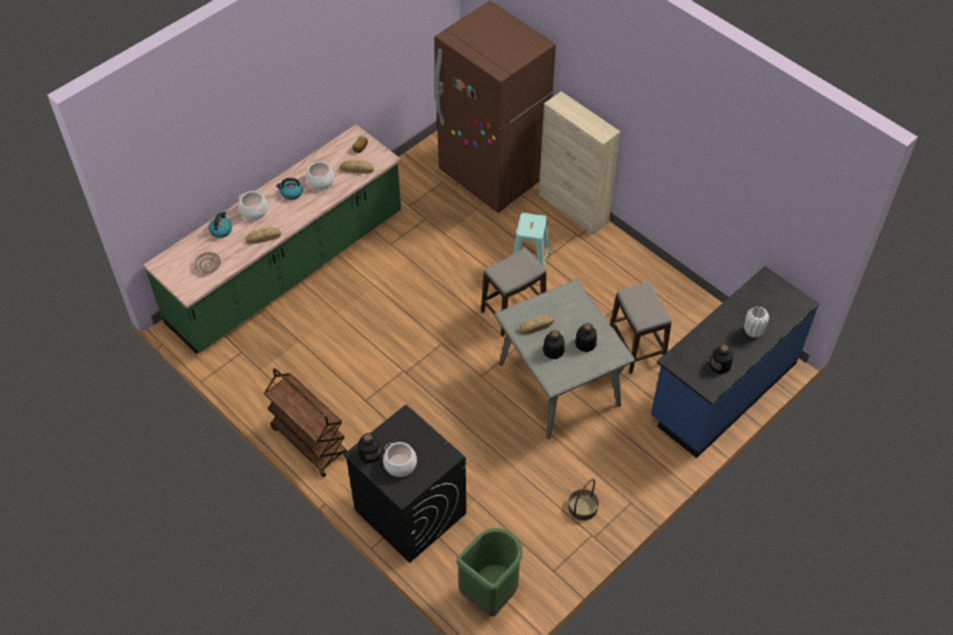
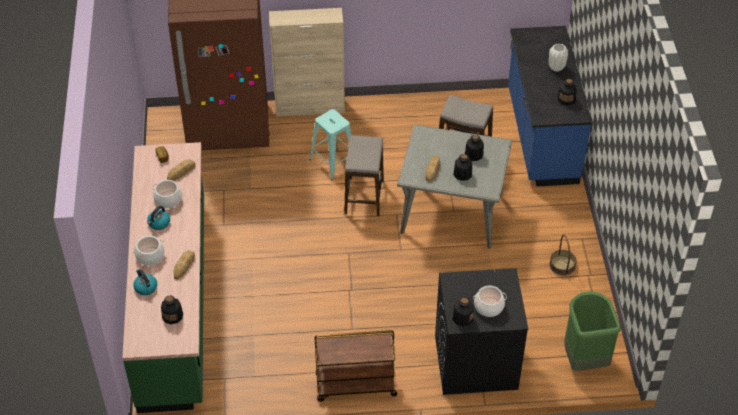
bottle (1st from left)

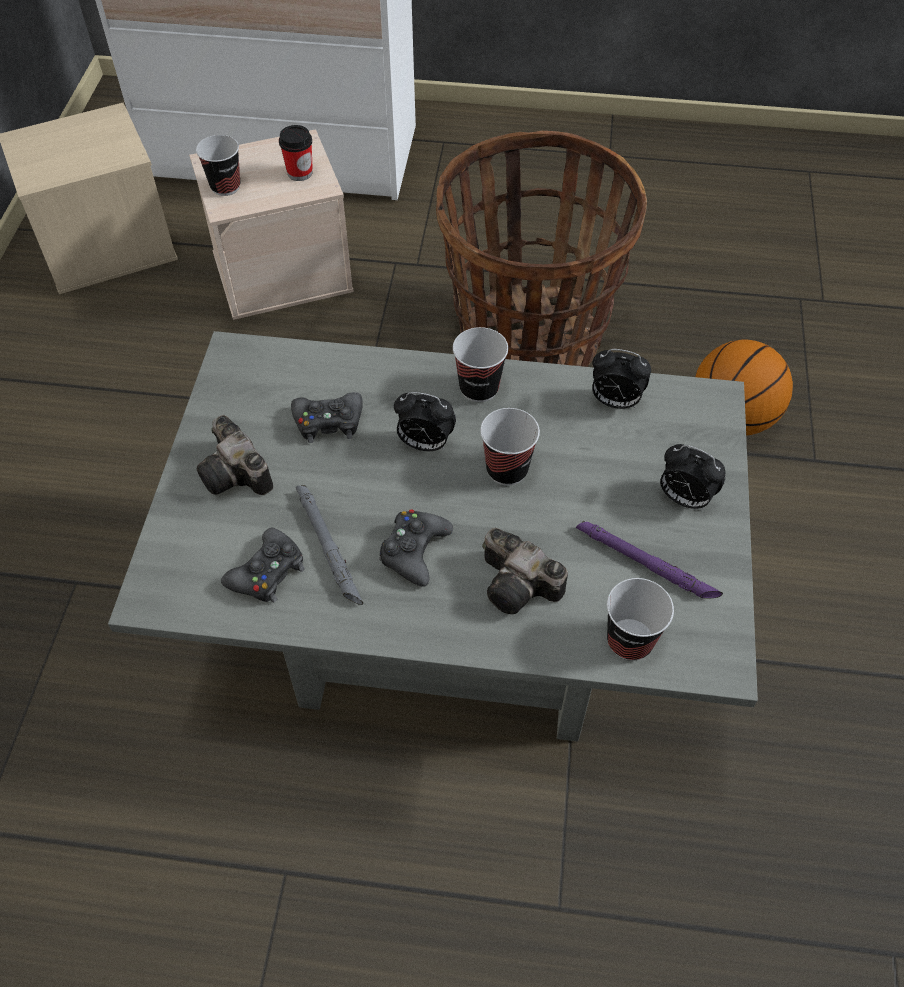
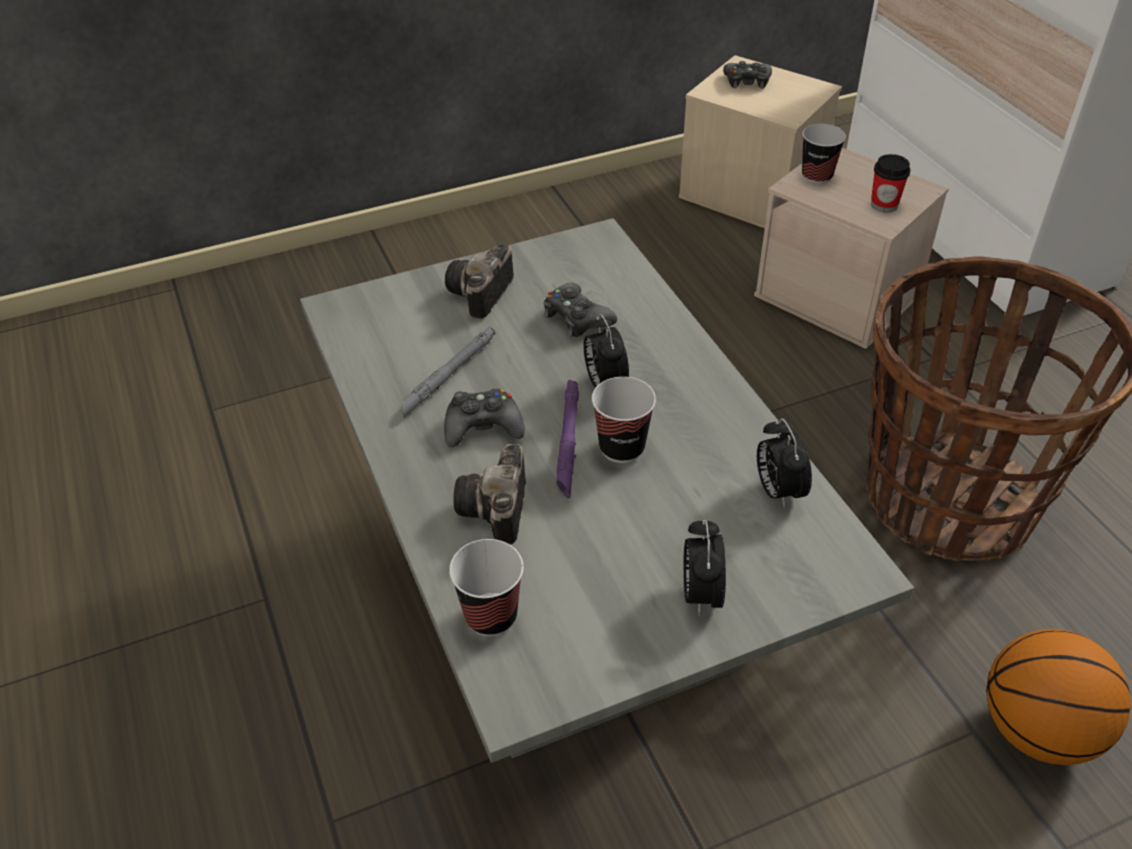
drinking_cup (3rd from left in the first image); black-coloured_gamepad (3rd from left); purplish_flashlight

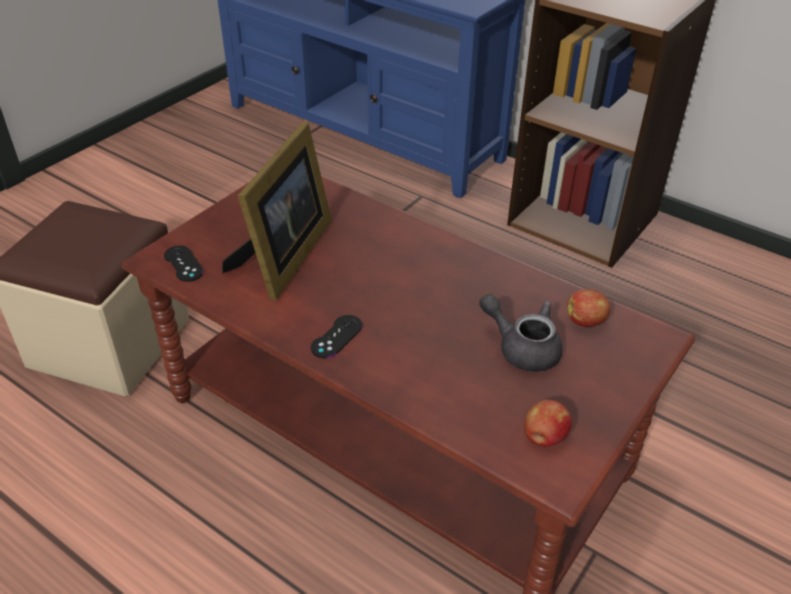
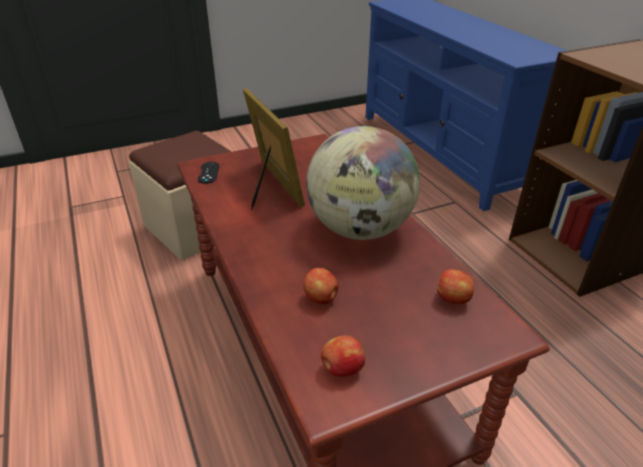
black-coloured_gamepad (2nd from left in the first image); greyish_teapot; apple (1st from left); world_globe; photo_frame

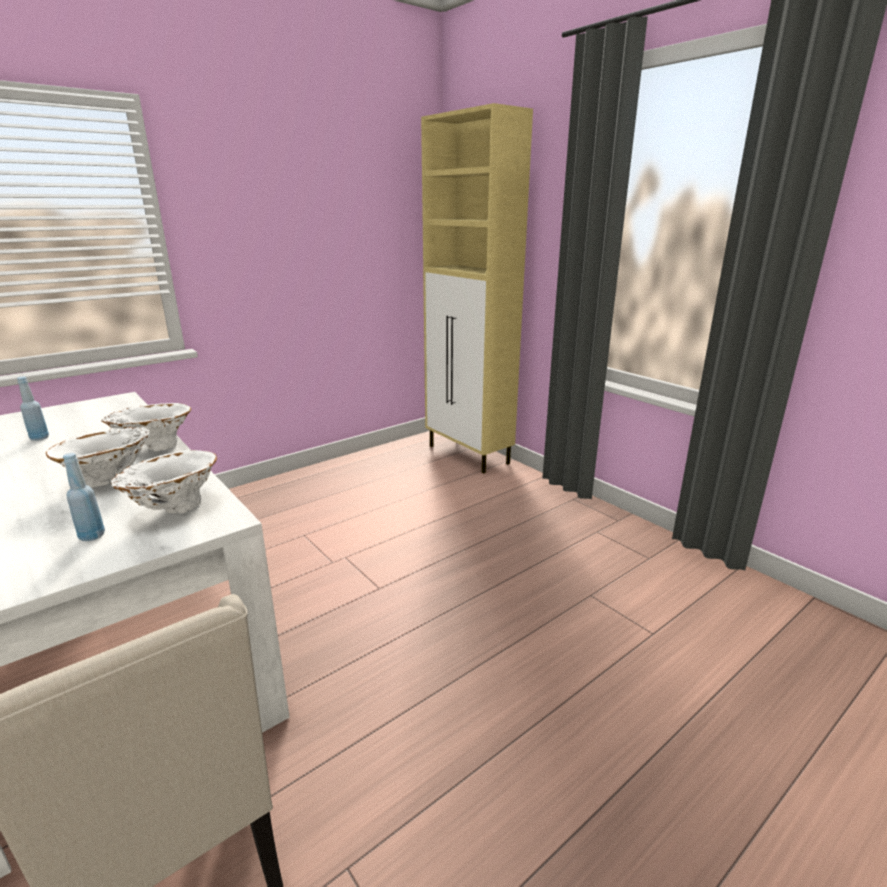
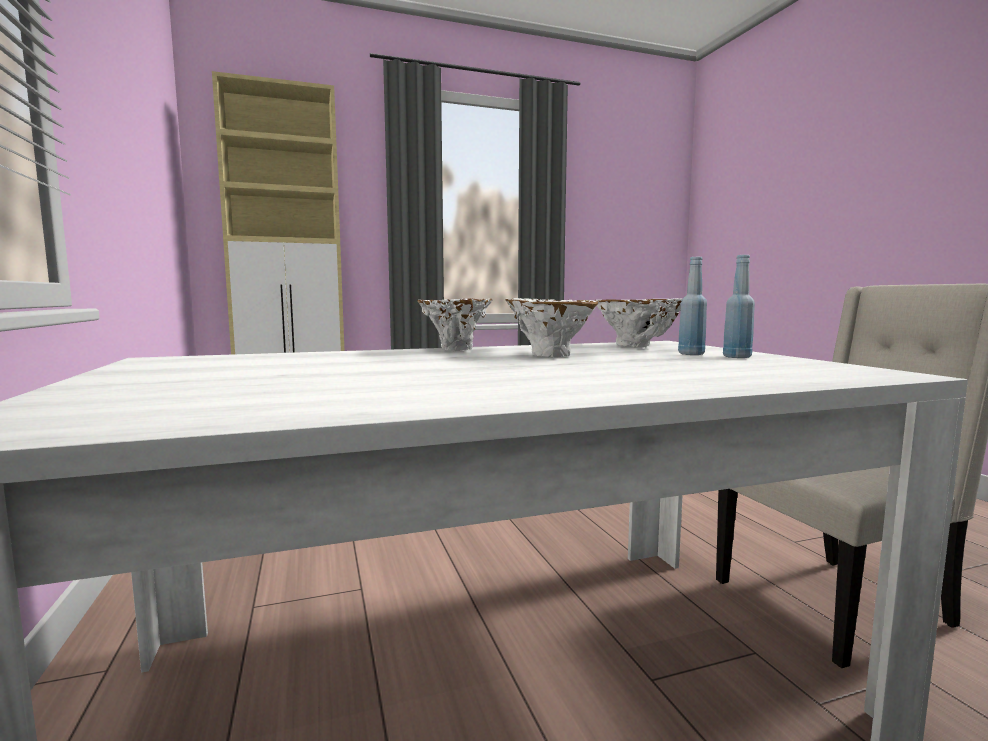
bluish_bottle (2nd from left)

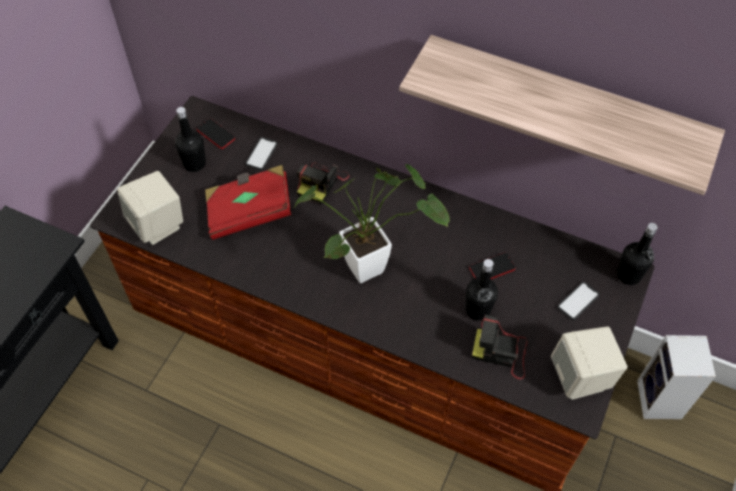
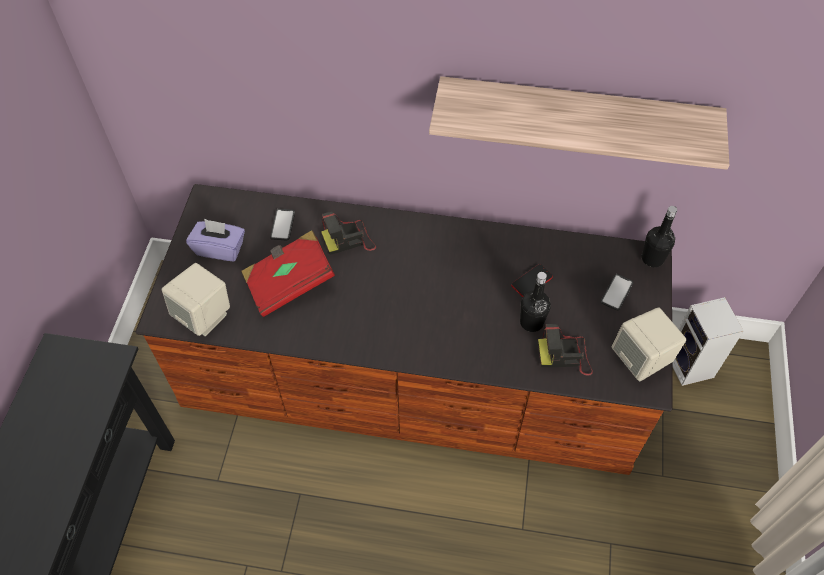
handset (1st from left in the first image); plant_in_a_pot; purplish_tissue_box; photo_camera (1st from left)

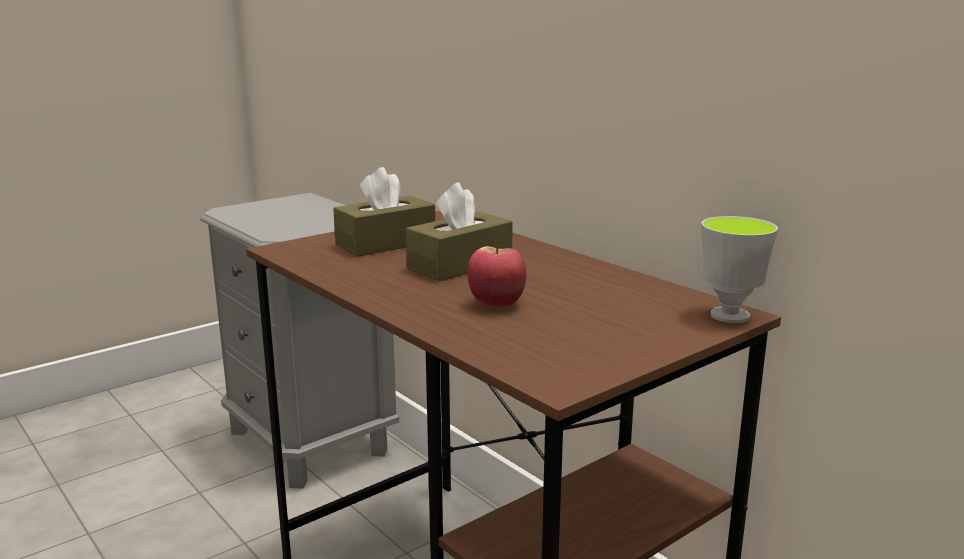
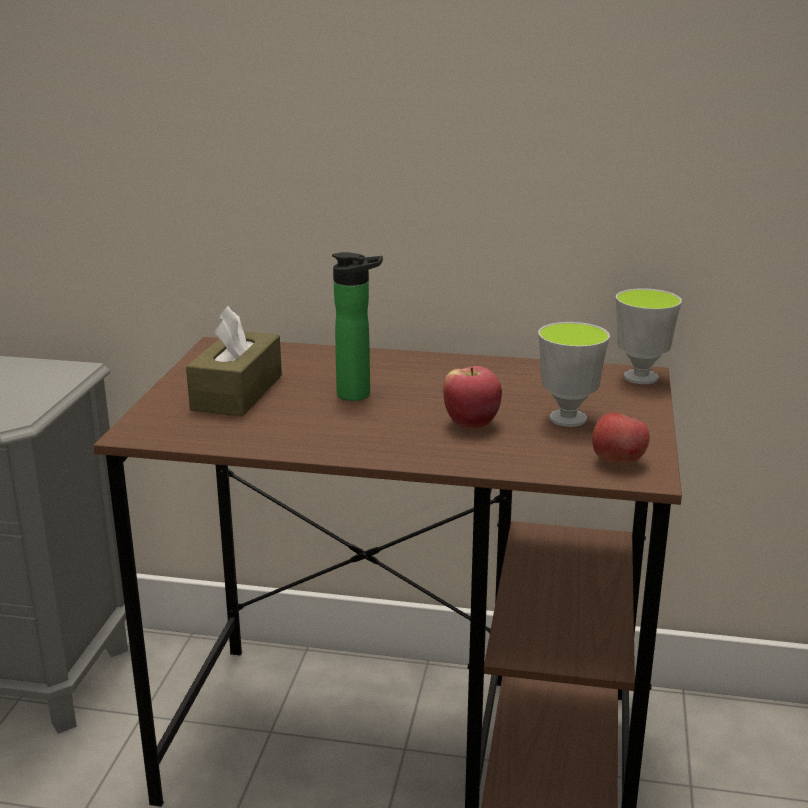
drinking_cup (1st from left); apple (2nd from left); bottle

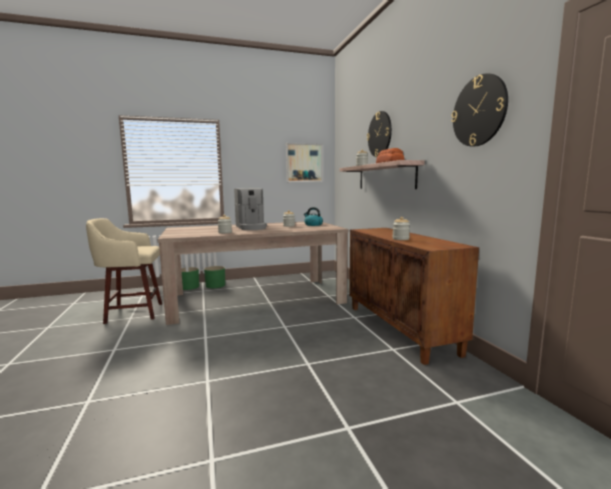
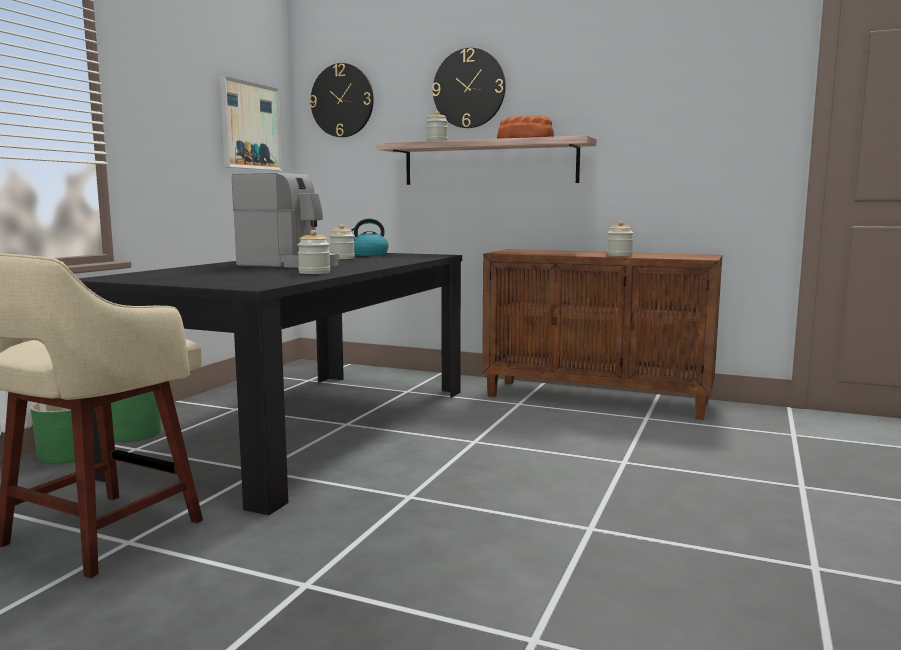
hanging_clock (1st from left); black-coloured_dinner_table

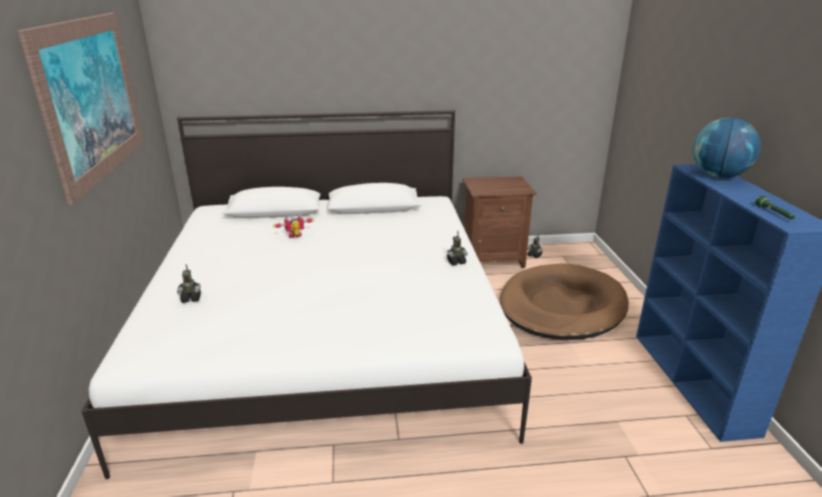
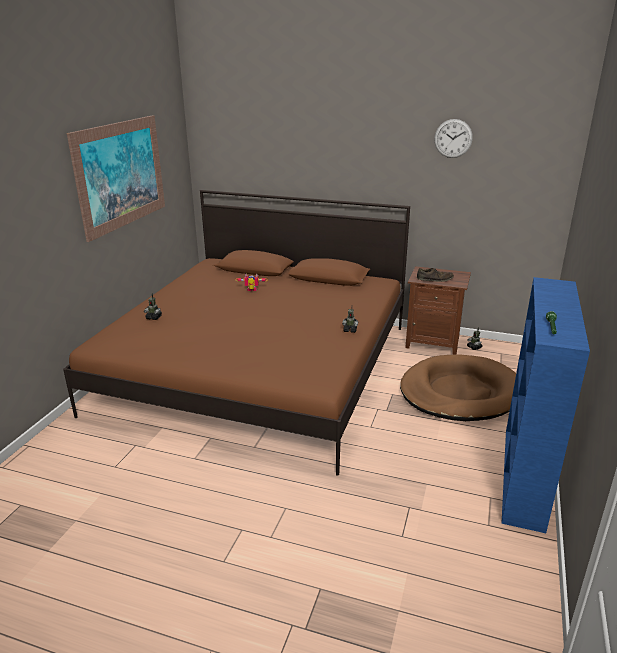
world_globe; brown-coloured_shoe; hanging_clock; brown-coloured_sleeping_bed

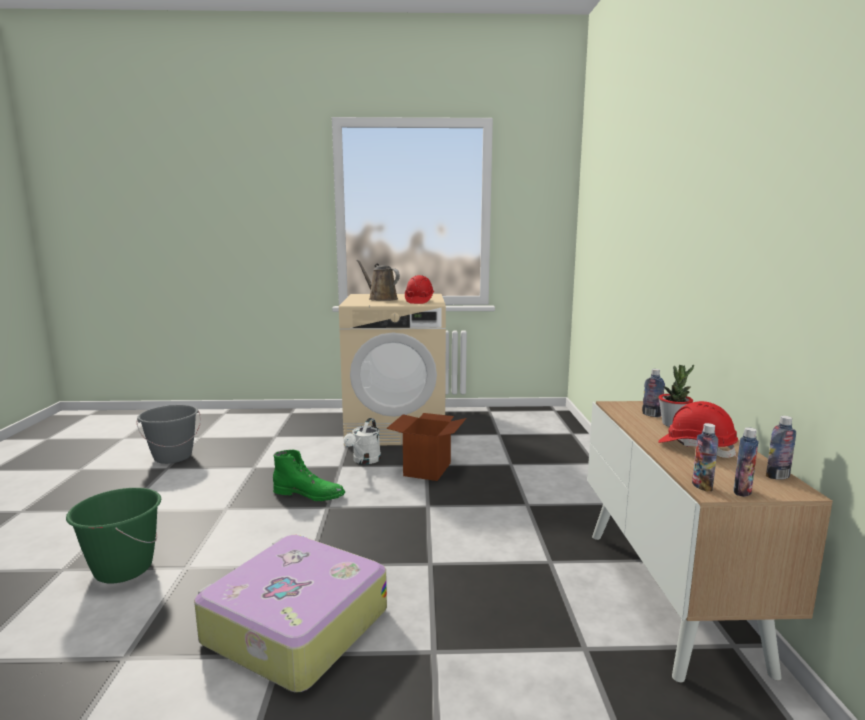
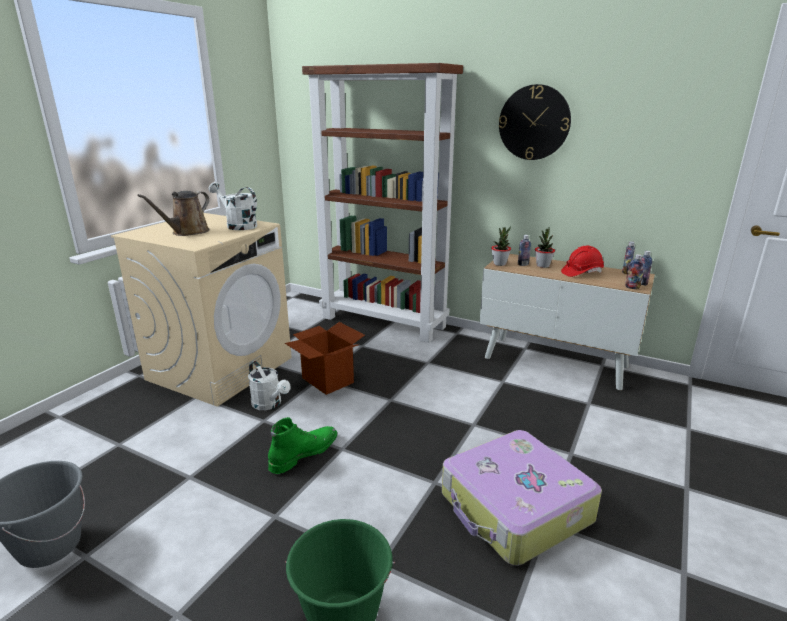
brown-coloured_bookcase; plant_in_a_pot (1st from left); hanging_clock; whitish_watering_can (1st from left); brown-coloured_watering_can

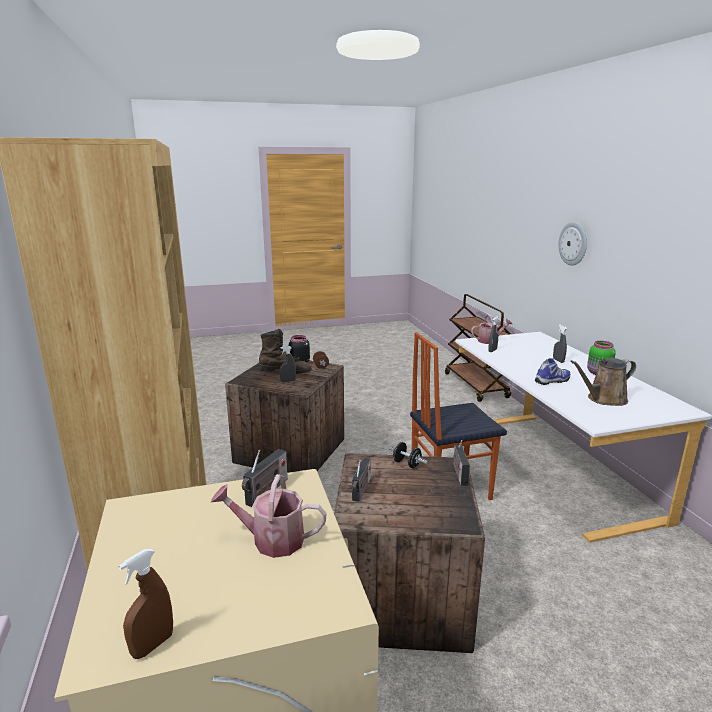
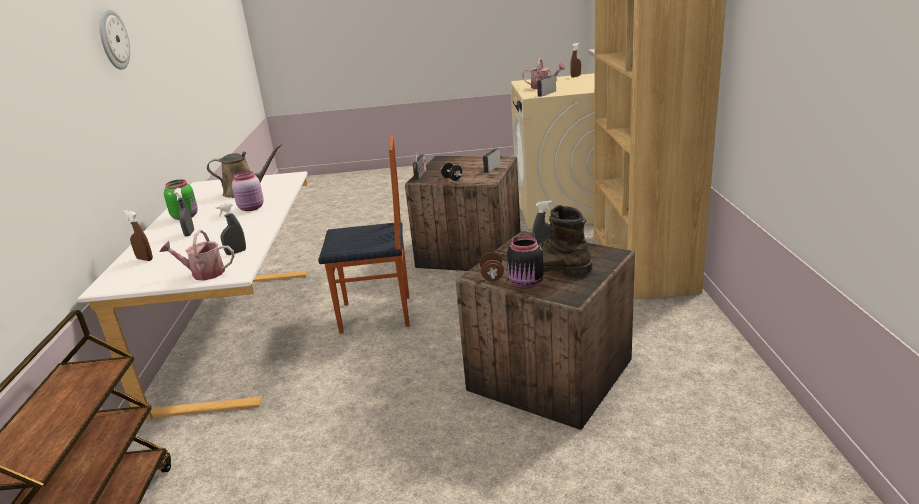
brown-coloured_hand_sprayer (1st from left); hanging_clock; pink_preserve_jar

